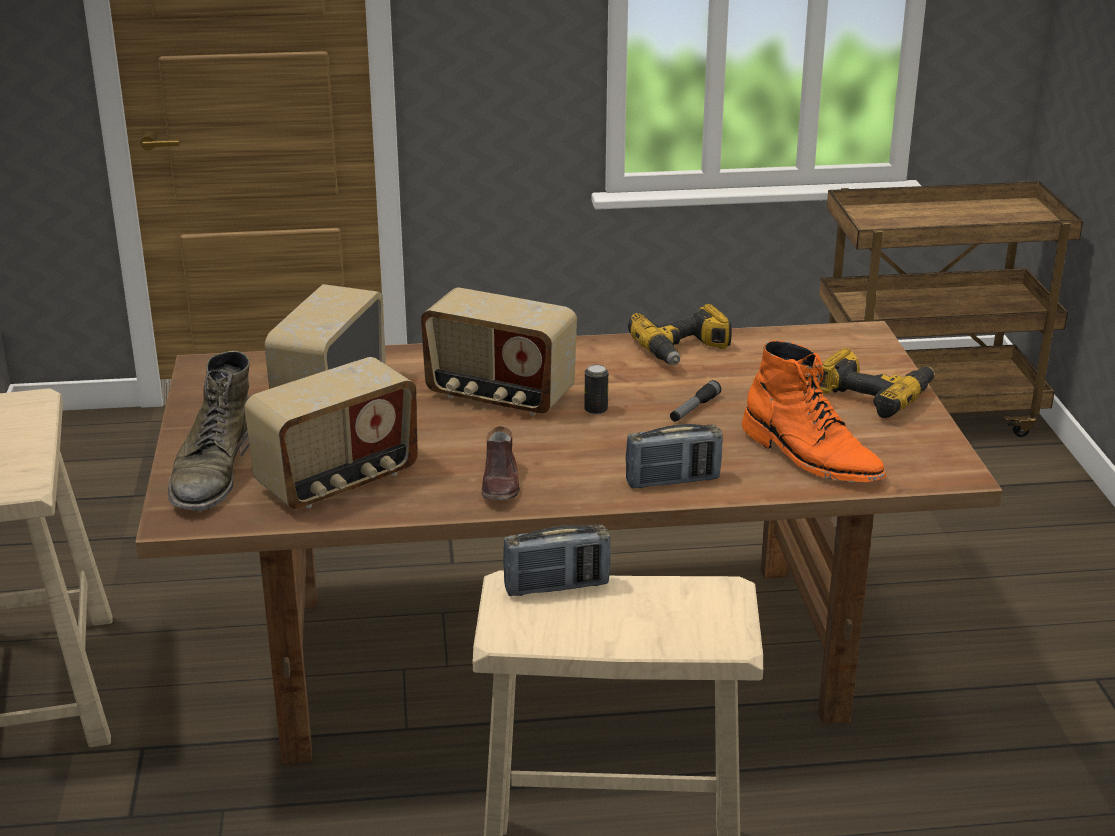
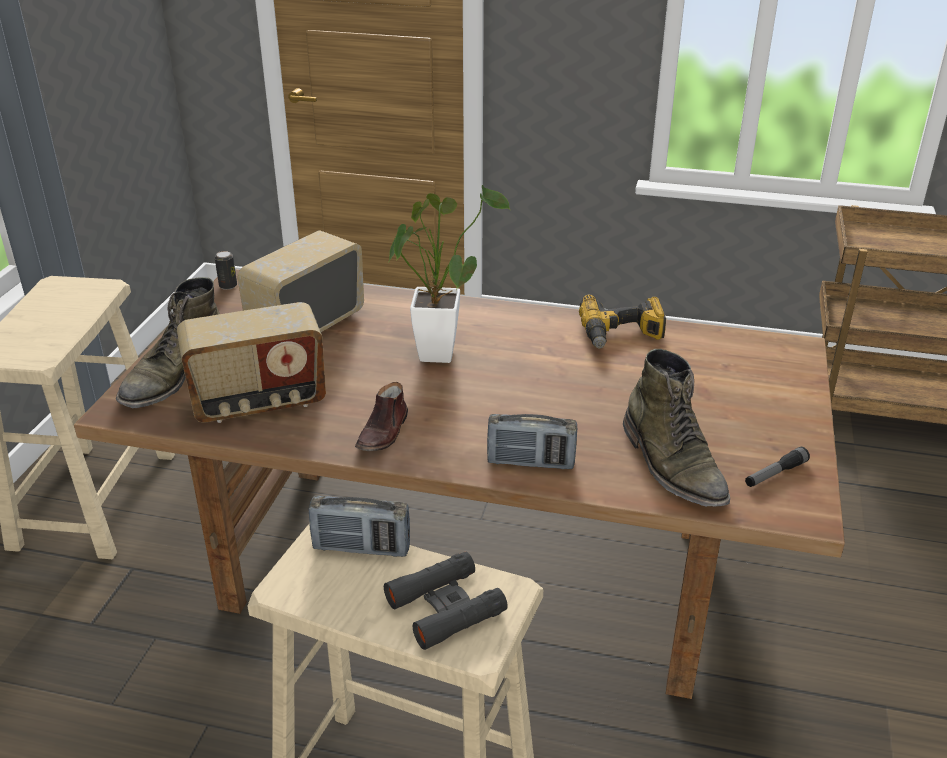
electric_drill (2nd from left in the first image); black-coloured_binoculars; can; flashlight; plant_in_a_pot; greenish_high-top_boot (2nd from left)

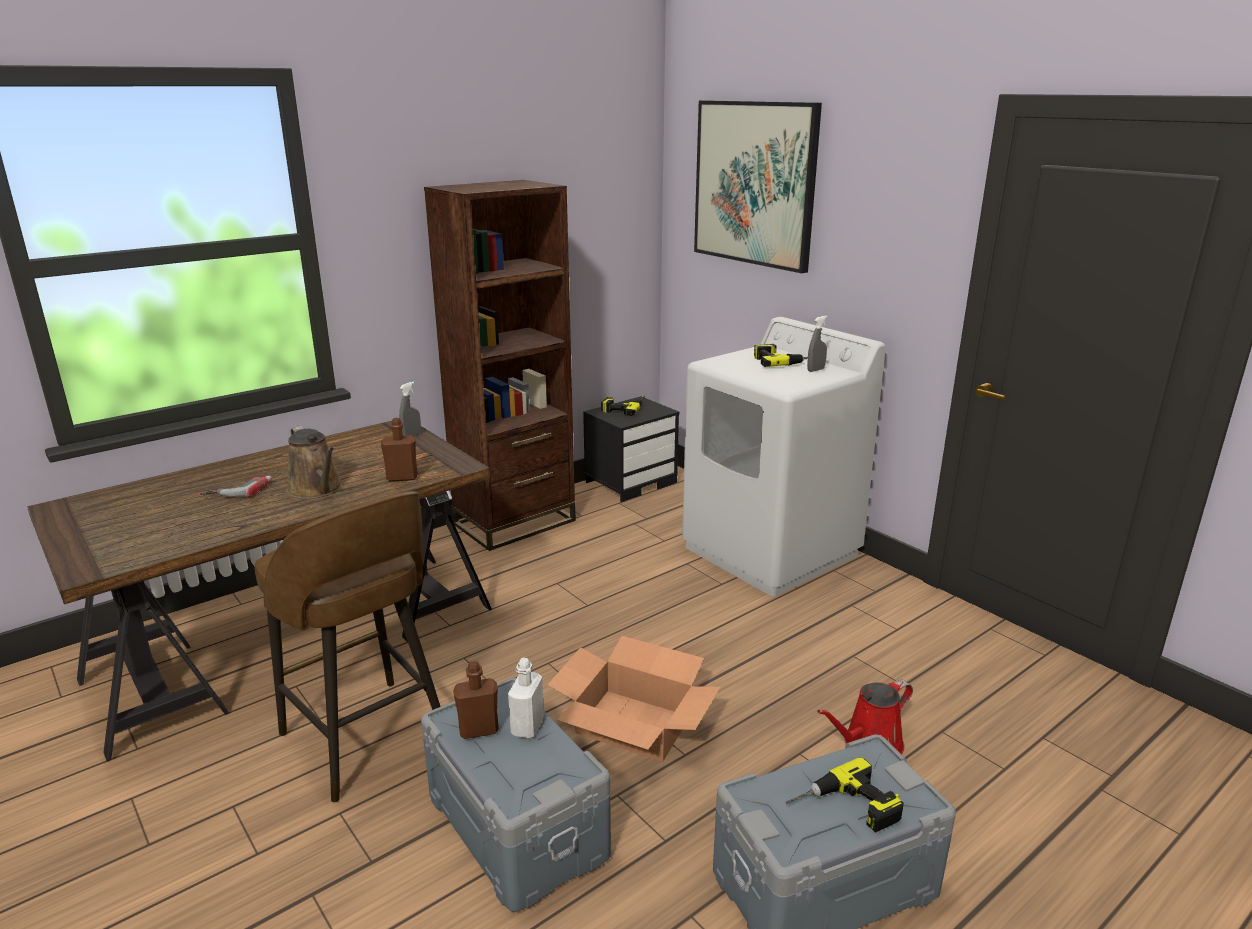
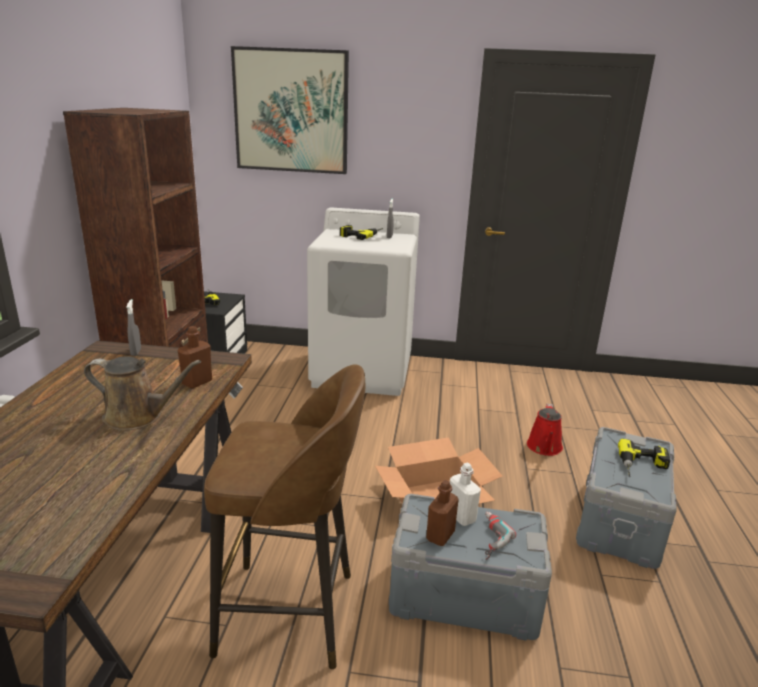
electric_drill (3rd from left)

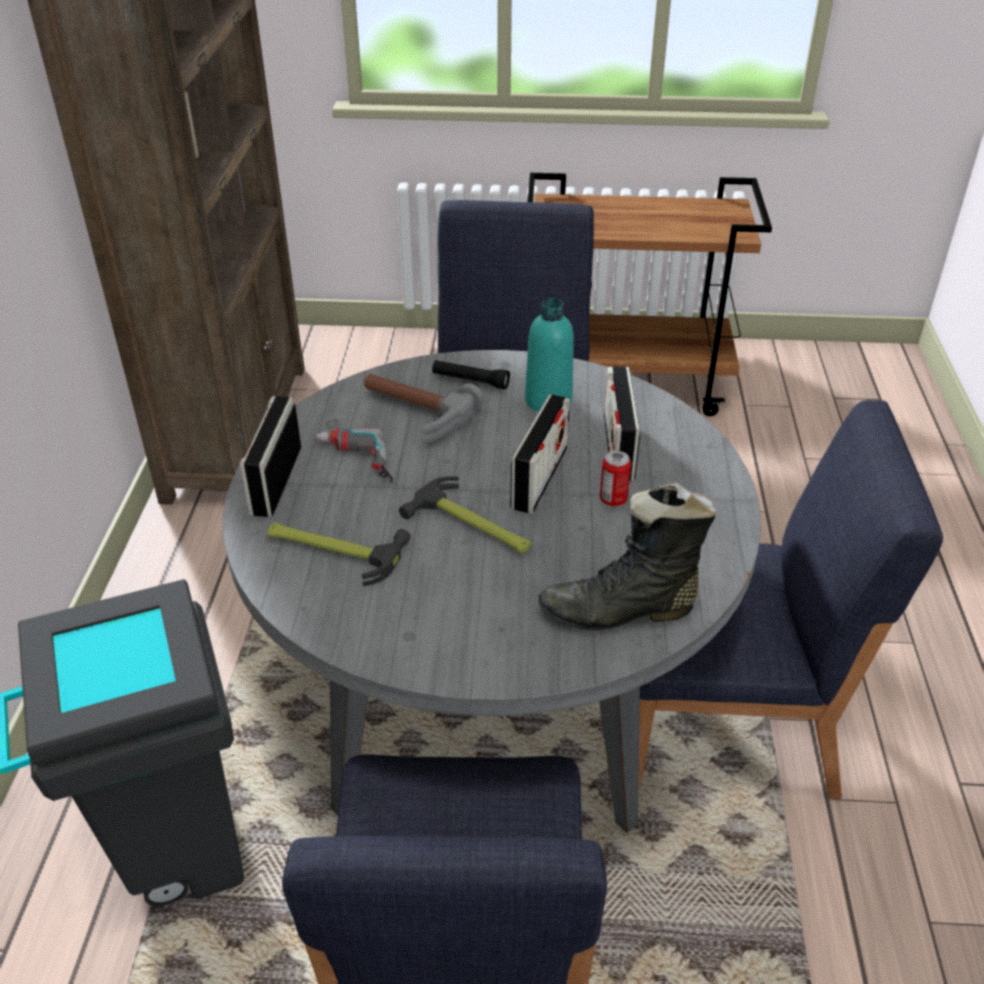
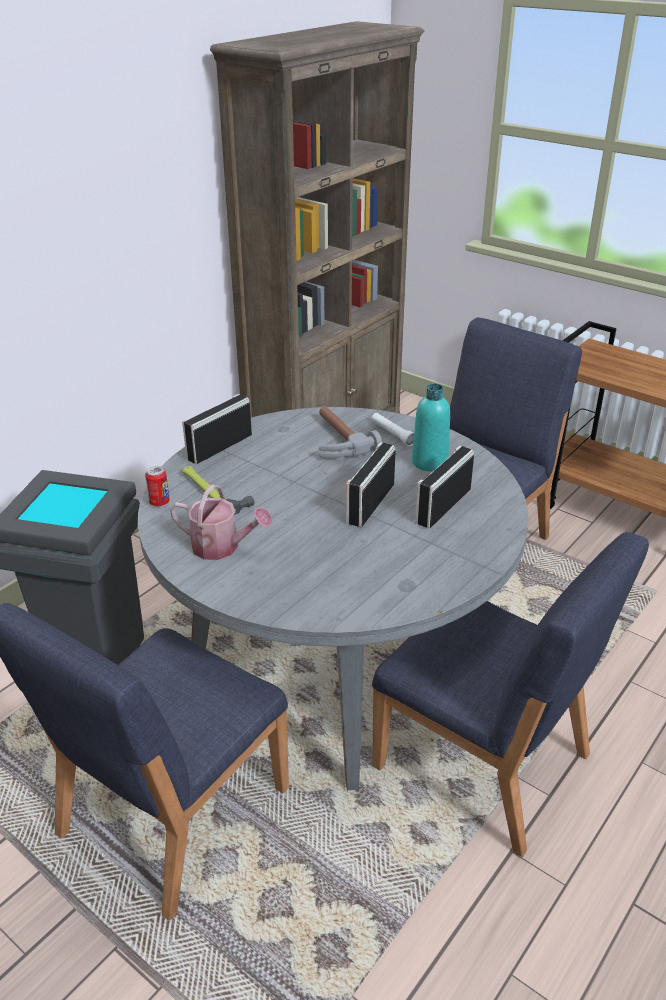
electric_drill; hand_hammer (3rd from left in the first image); black-coloured_high-top_boot; watering_can; can; whitish_flashlight; radio_set (2nd from left)

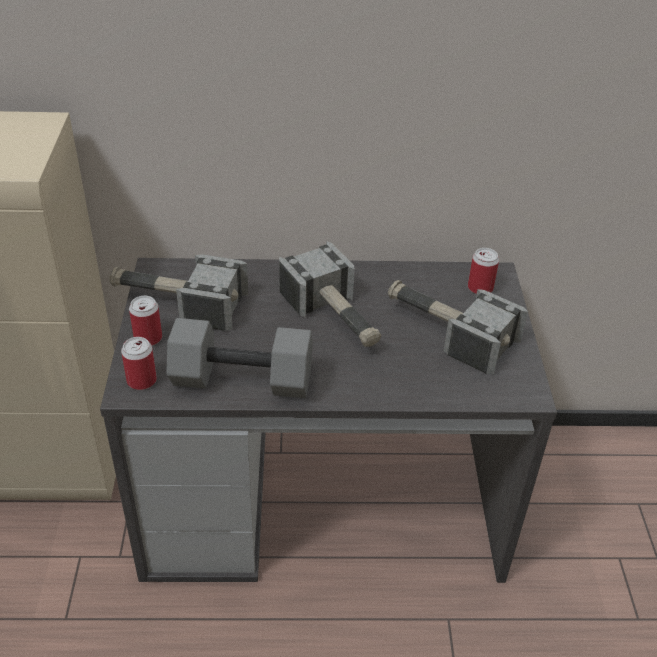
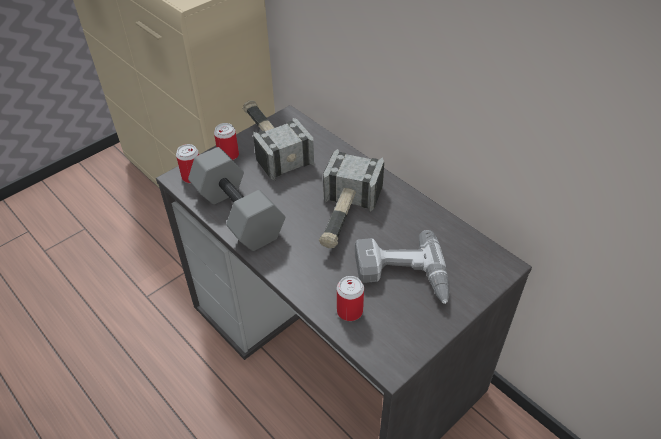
can (3rd from left); electric_drill

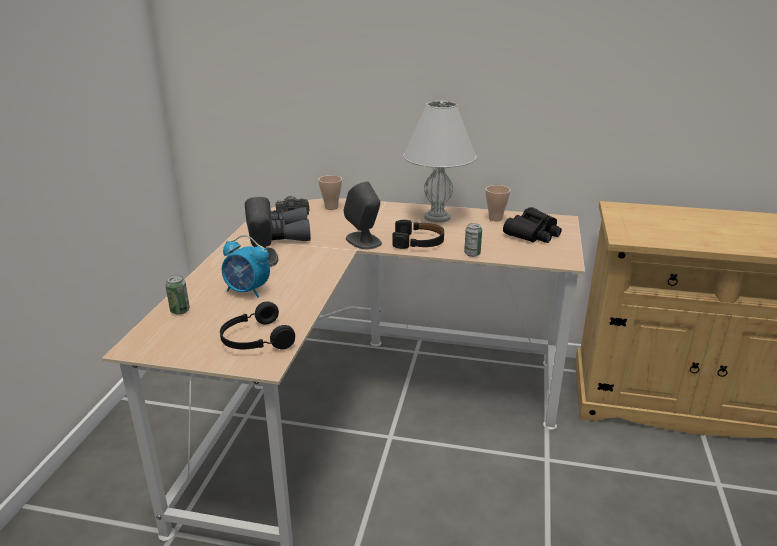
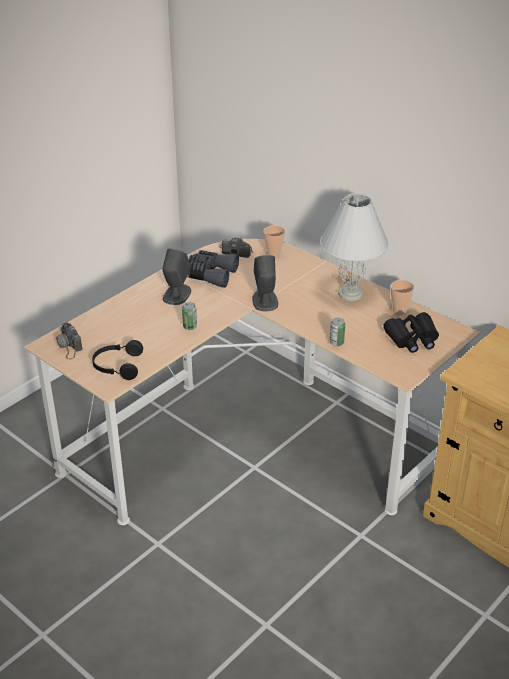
table_clock; black-coloured_headset (2nd from left in the first image); photo_camera (1st from left); can (1st from left)

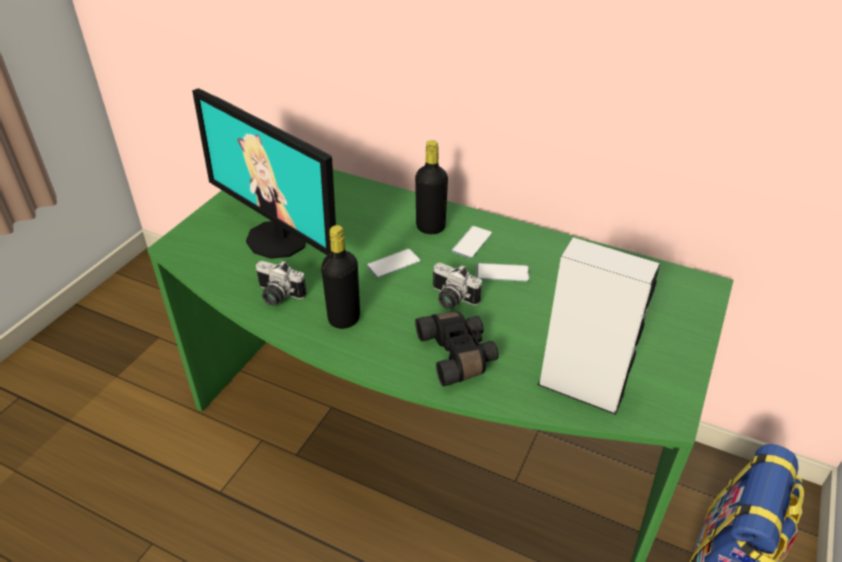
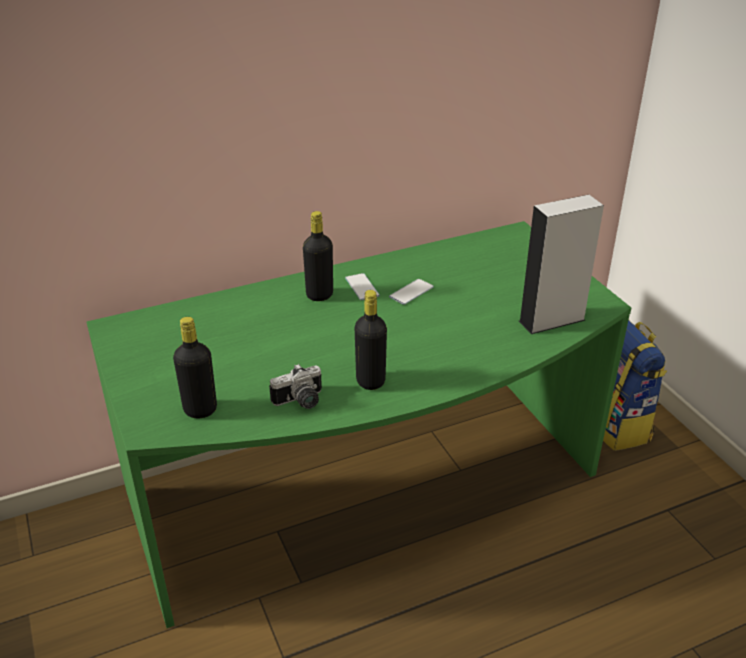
computer_display; handset (1st from left in the first image); black-coloured_binoculars; photo_camera (2nd from left in the first image); black-coloured_bottle (1st from left)

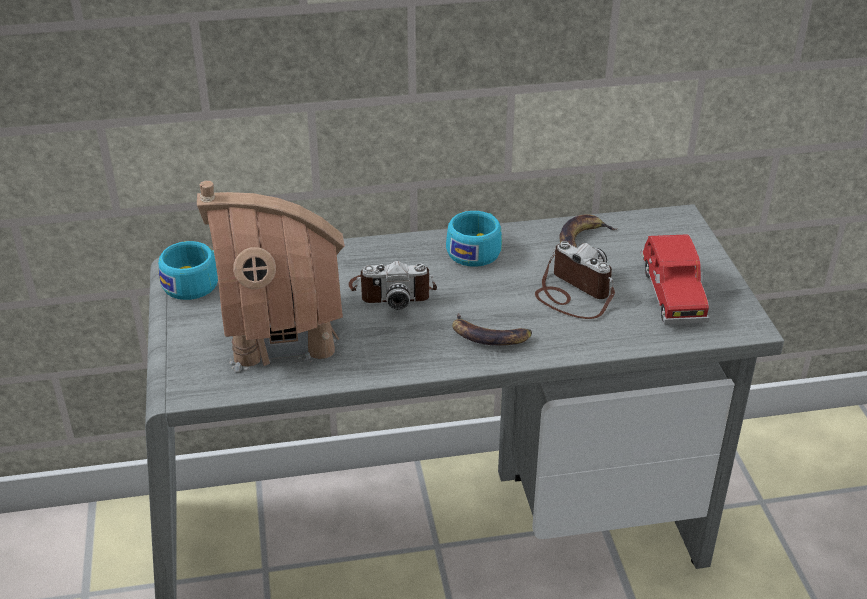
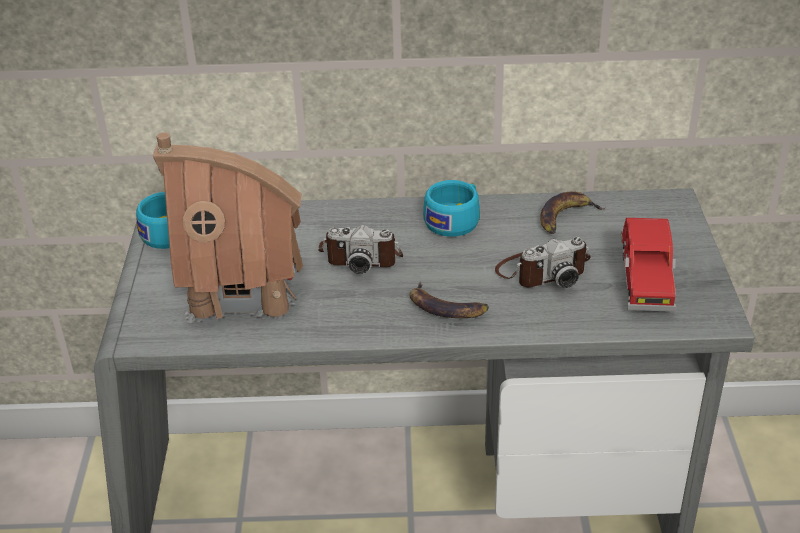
photo_camera (2nd from left)

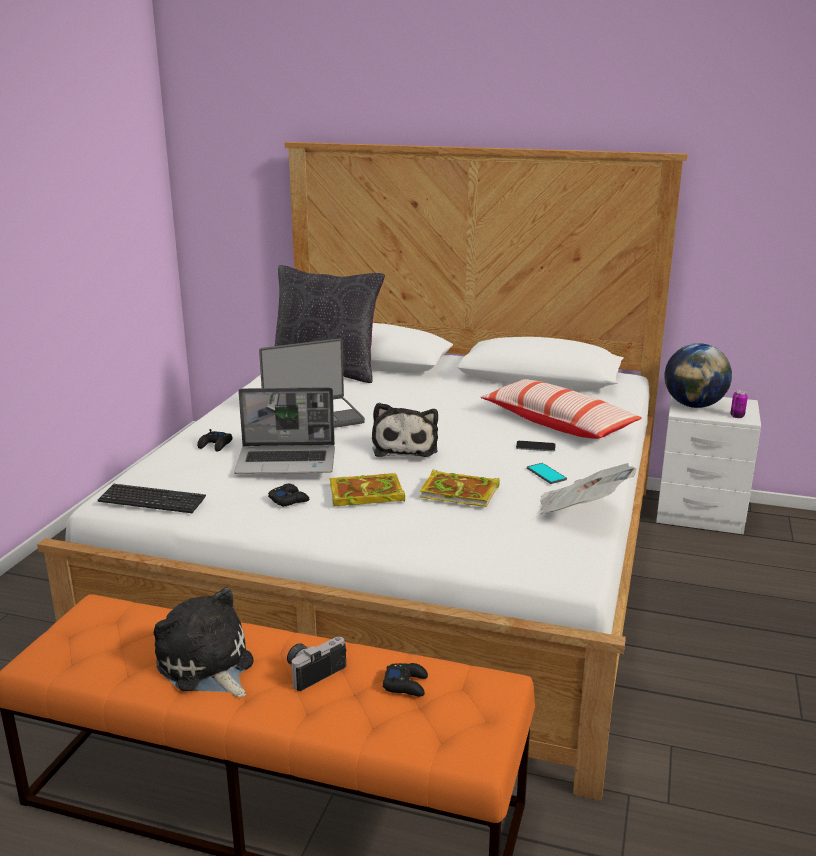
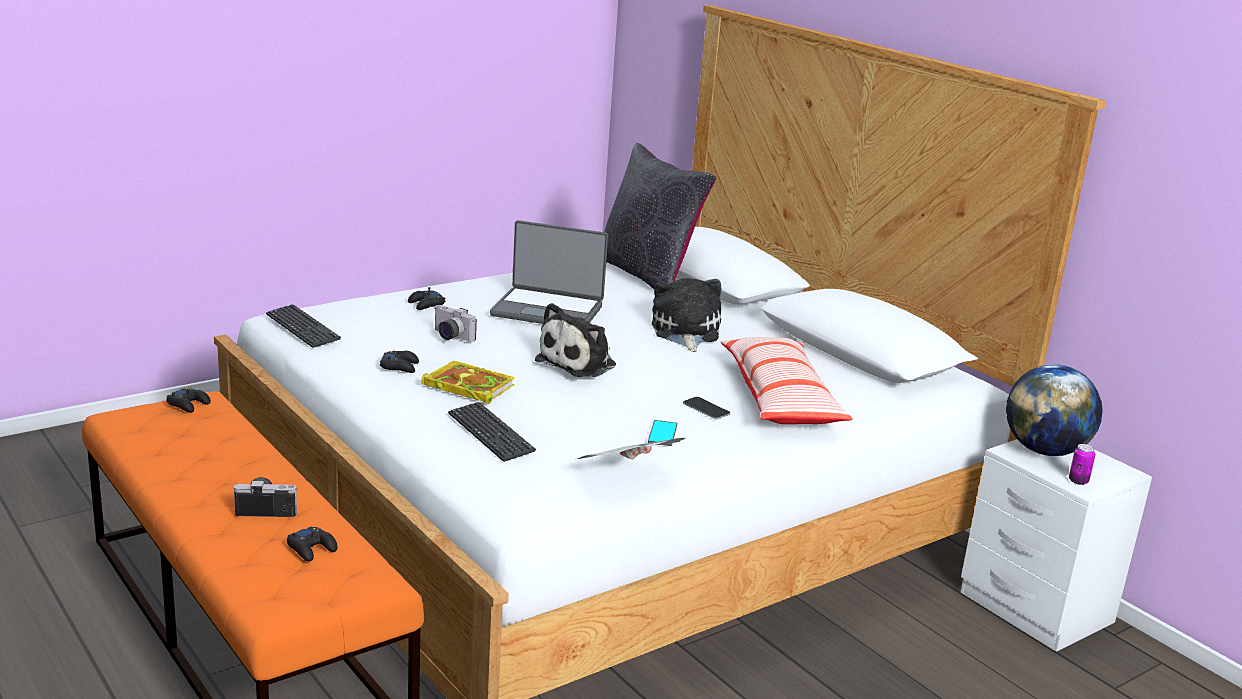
volume (2nd from left in the first image); black-coloured_gamepad (1st from left); PC_keyboard (2nd from left); soft_toy (2nd from left); photo_camera (2nd from left)

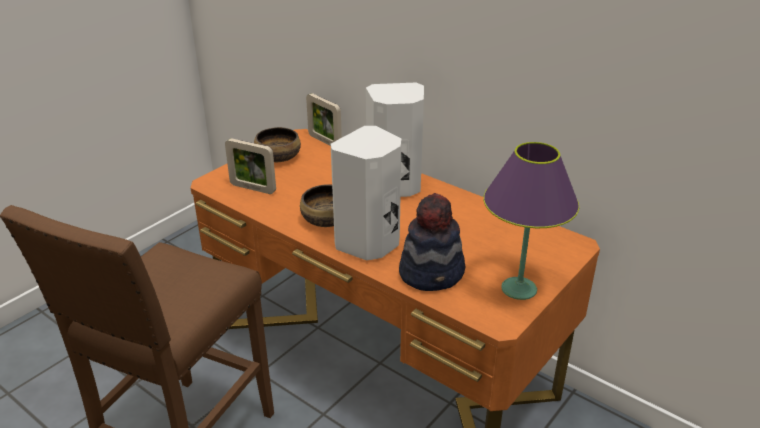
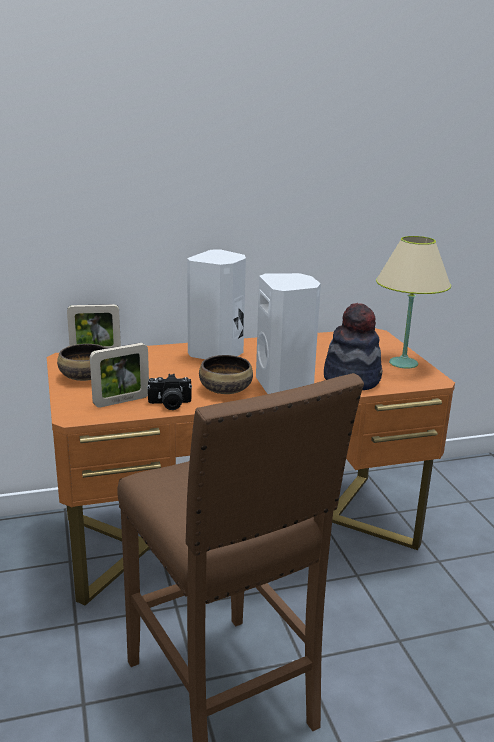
photo_camera; beige-coloured_lamp_for_a_table

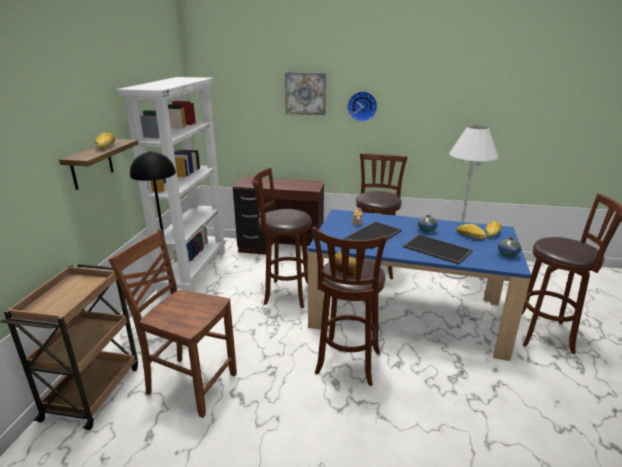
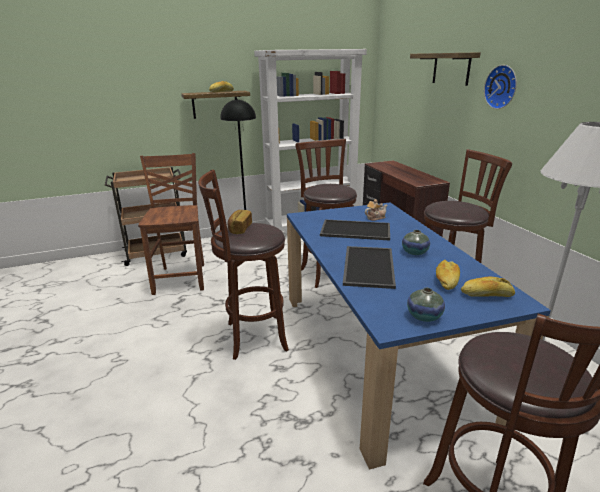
shelf (2nd from left)

